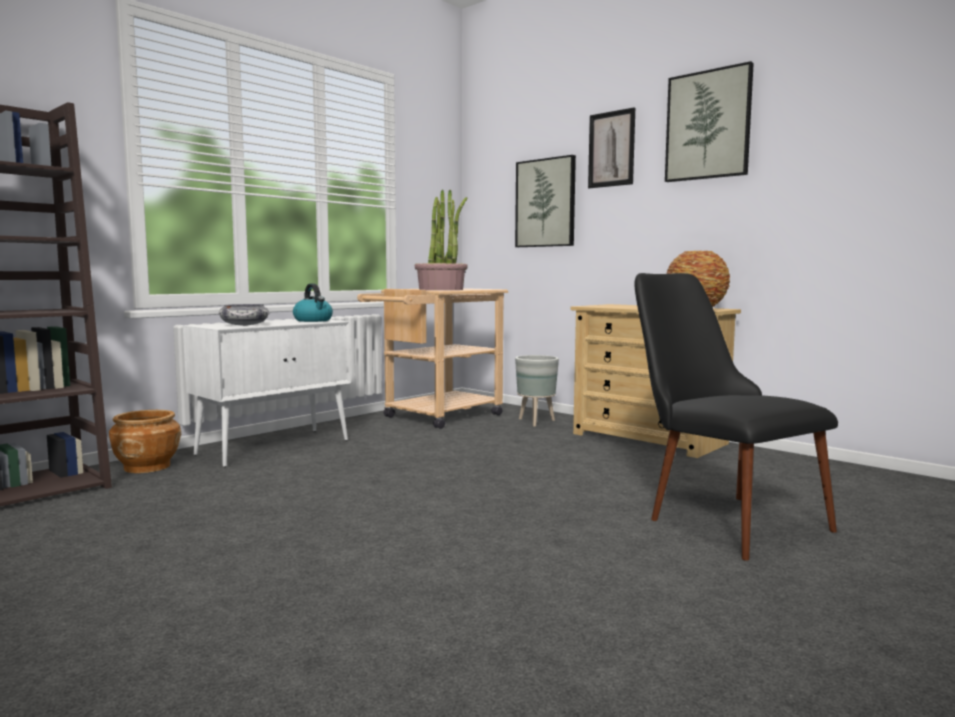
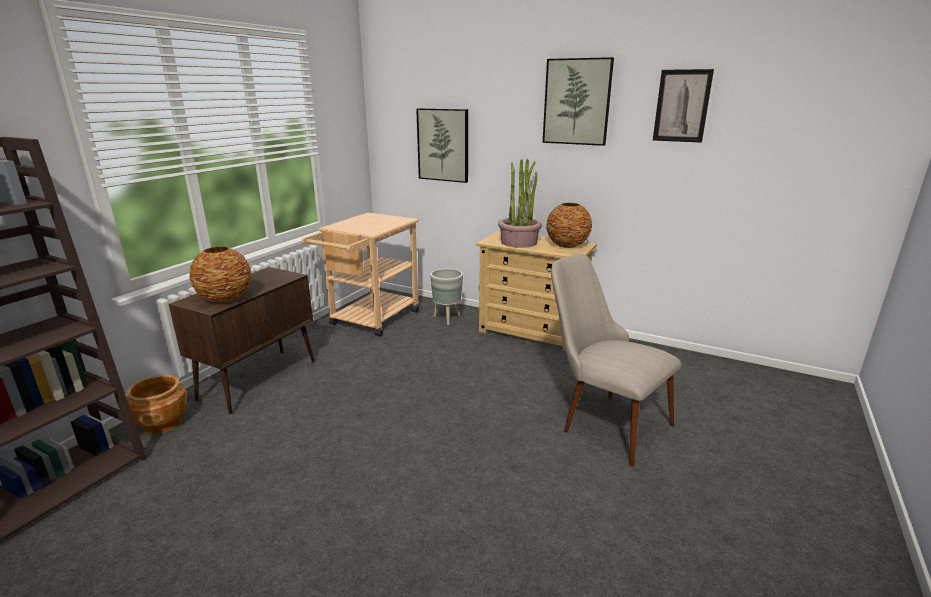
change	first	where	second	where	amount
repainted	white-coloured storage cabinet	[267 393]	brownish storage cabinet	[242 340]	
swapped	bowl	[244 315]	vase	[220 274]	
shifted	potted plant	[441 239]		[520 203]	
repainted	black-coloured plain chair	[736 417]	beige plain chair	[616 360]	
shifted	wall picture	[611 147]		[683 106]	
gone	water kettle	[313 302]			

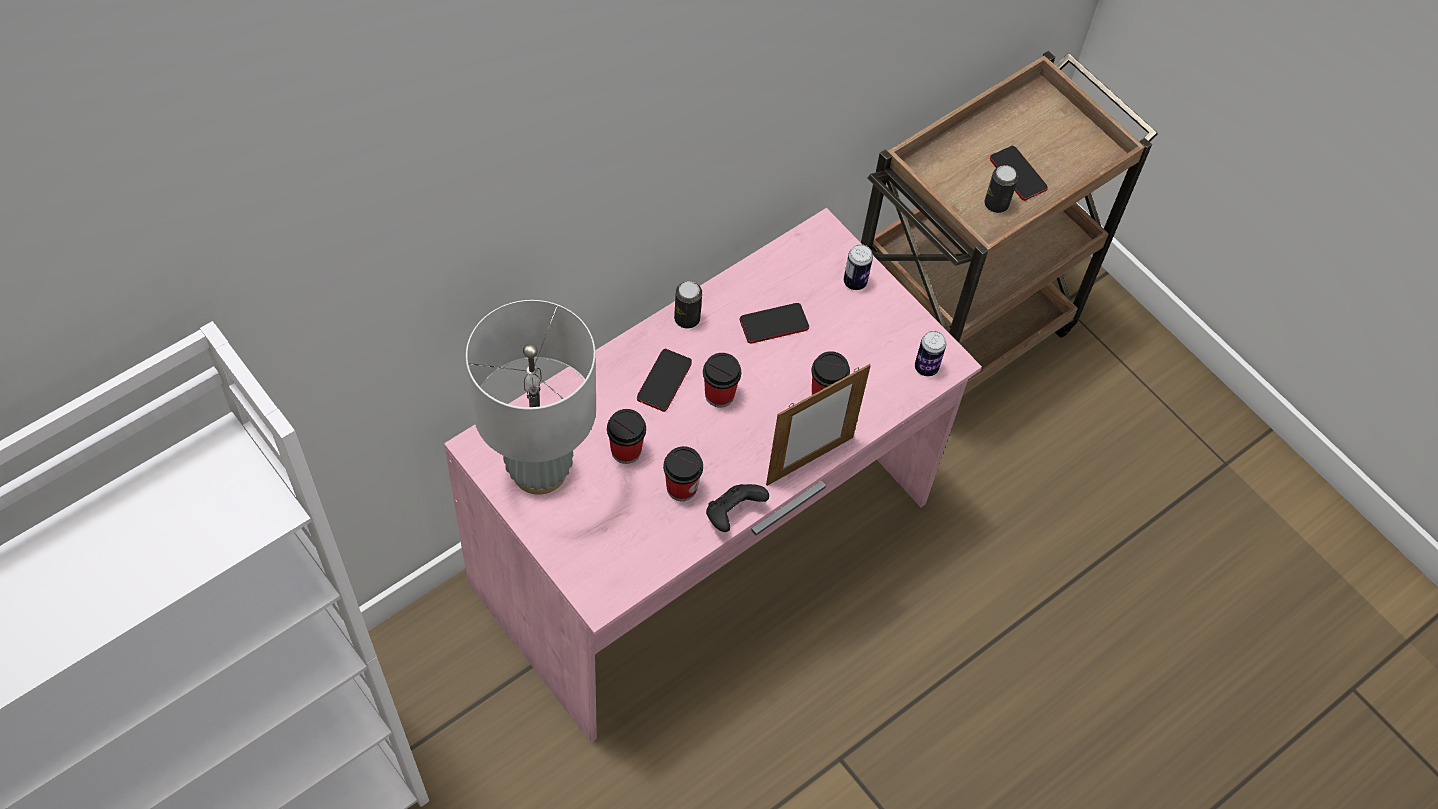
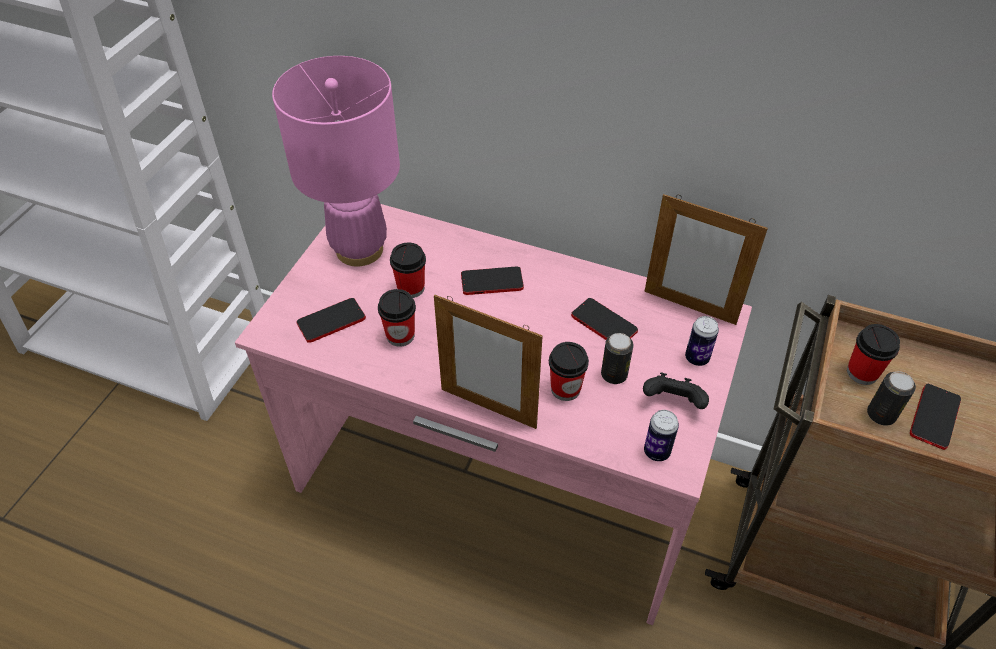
change	first	where	second	where	amount
repainted	greyish lamp for a table	[531 397]	pink lamp for a table	[336 161]	
new			telephone	[331 320]	
shifted	metal can	[688 305]		[617 358]	
shifted	black-coloured game controller	[737 508]		[676 390]	
new			photo frame	[706 259]	
shifted	drinking cup	[722 380]		[873 354]	

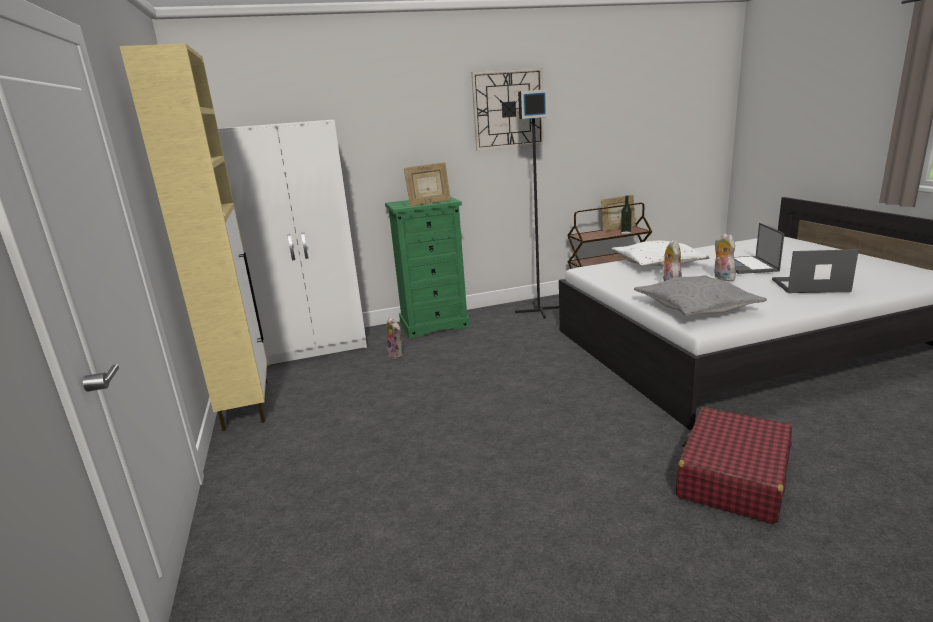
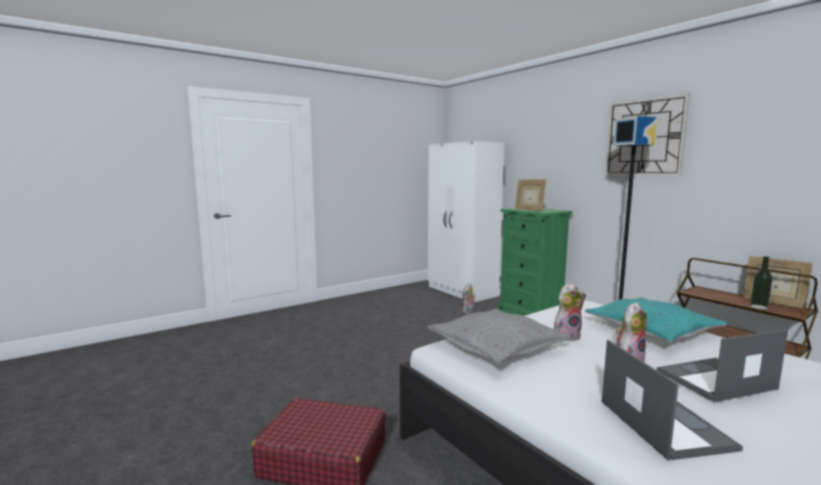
change	first	where	second	where	amount
repainted	white-coloured throw pillow	[661 253]	turquoise-coloured throw pillow	[656 320]	
gone	beige storage cabinet	[194 237]			

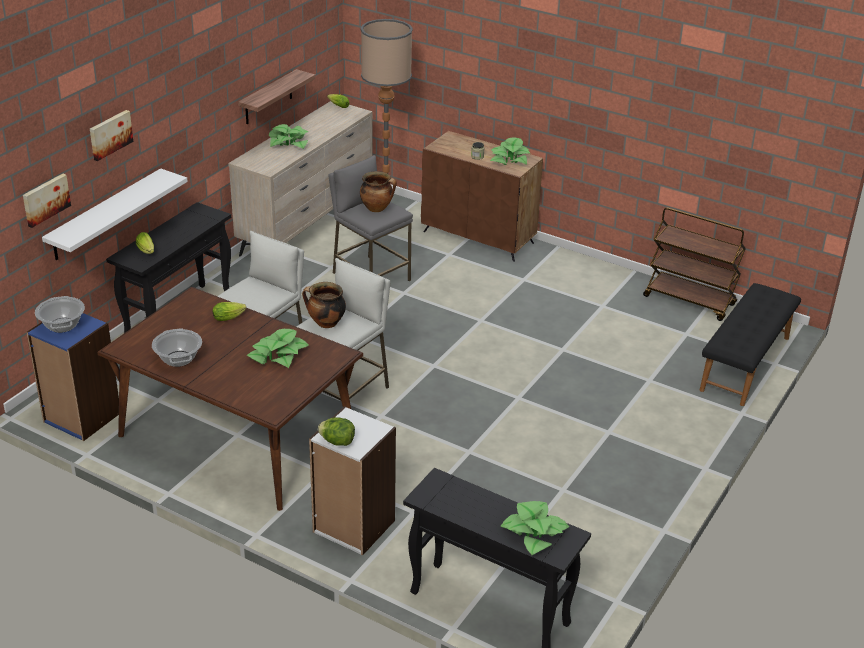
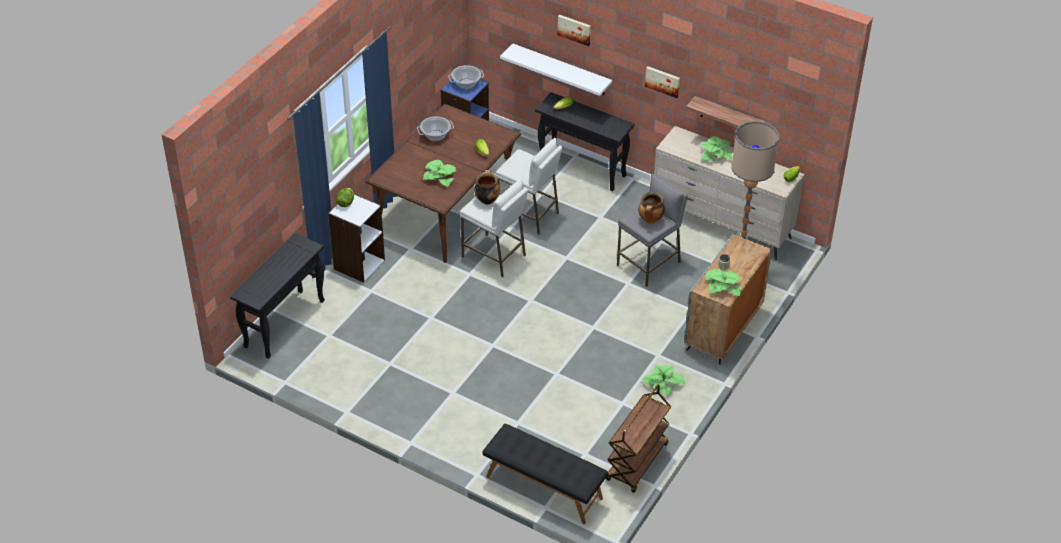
change	first	where	second	where	amount
shifted	potted plant	[534 528]		[664 381]	
shifted	wall picture	[47 201]		[662 82]	
repainted	brownish storage cabinet	[482 196]	greyish storage cabinet	[728 299]	

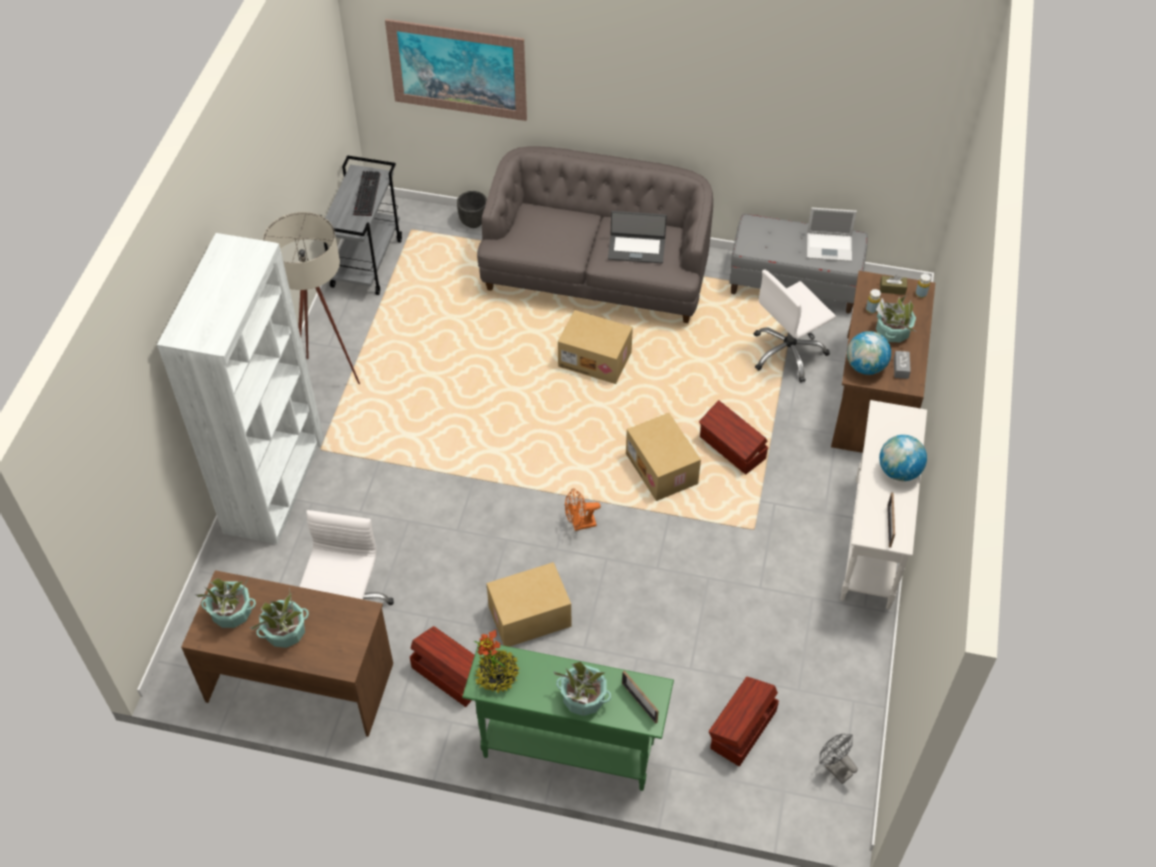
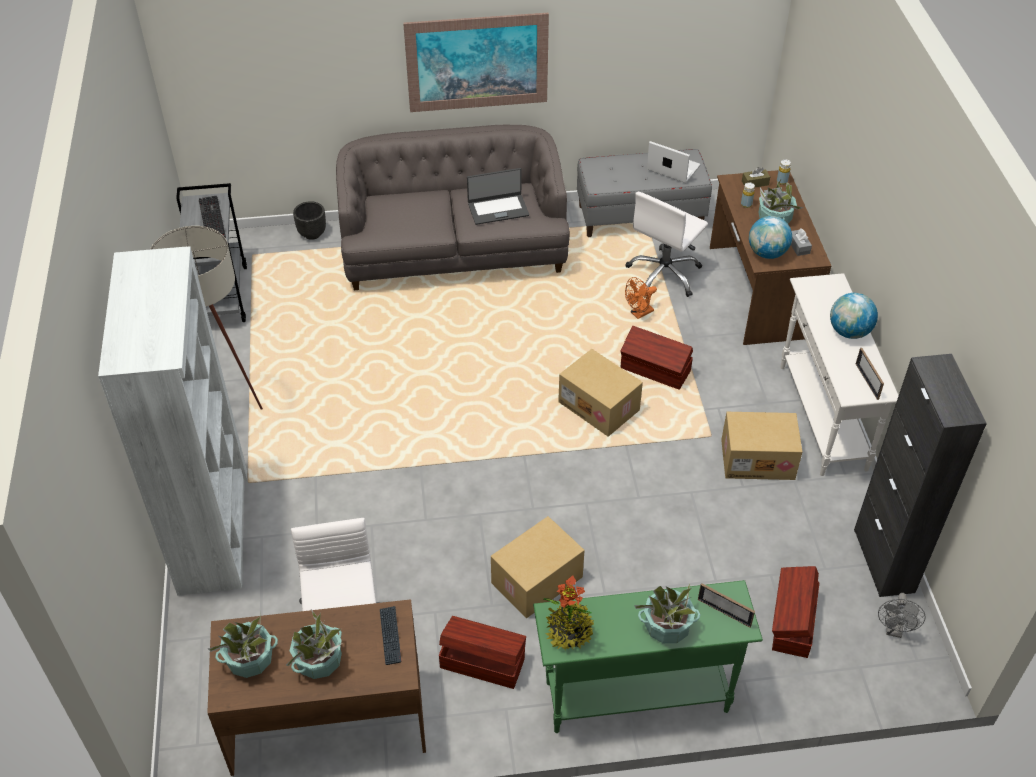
change	first	where	second	where	amount
new			keyboard	[391 635]	
shifted	wall picture	[456 70]		[476 62]	
shifted	orange electric fan	[583 510]		[641 298]	
rotated	laptop	[832 235]		[674 162]	135 degrees counterclockwise
shifted	packing box	[595 347]		[761 446]	
new			black-coloured storage cabinet	[920 475]	
rotated	greyish electric fan	[838 758]		[902 615]	105 degrees counterclockwise

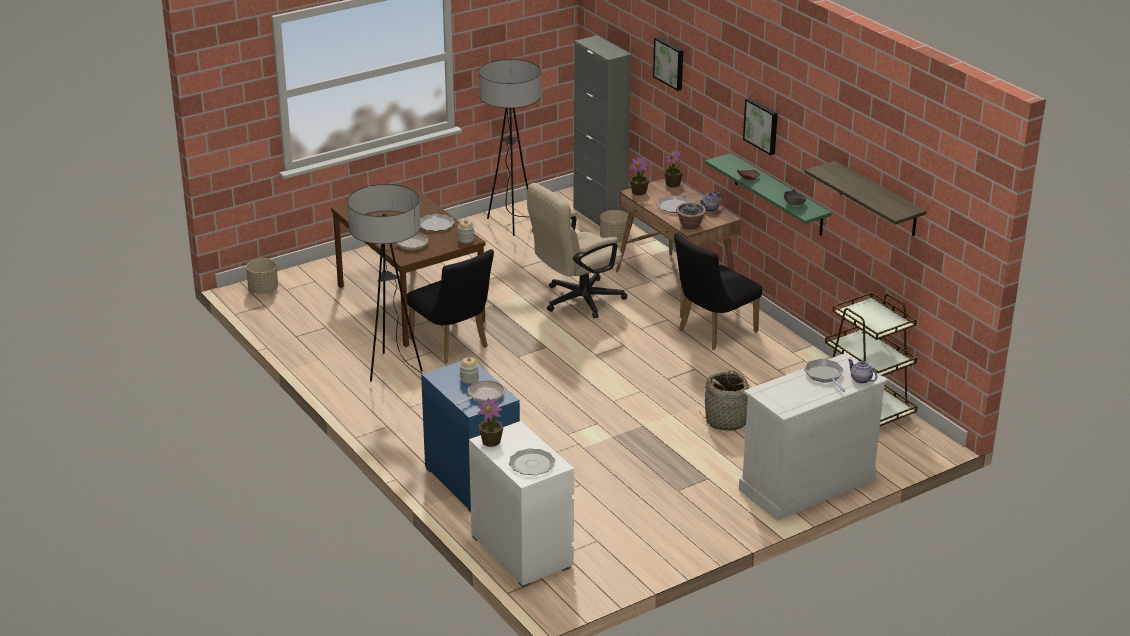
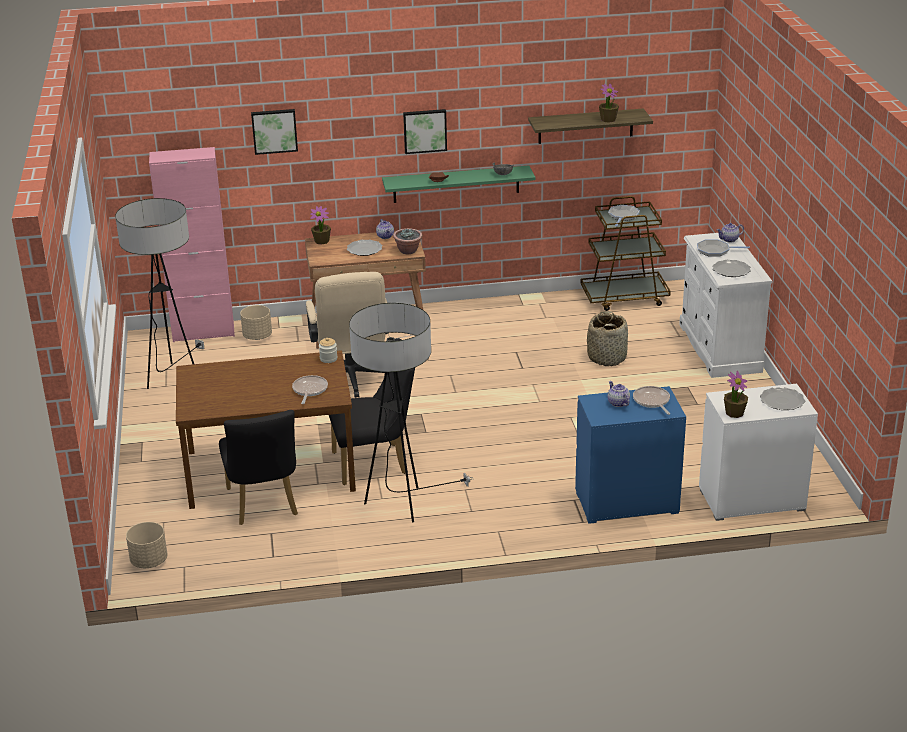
change	first	where	second	where	amount
repainted	greyish storage cabinet	[602 130]	pink storage cabinet	[192 244]	
shifted	black-coloured plain chair	[718 291]		[258 467]	
shifted	potted plant	[639 176]		[609 103]	
new			skillet	[624 215]	
swapped	storage jar	[469 370]	teapot	[619 394]	
shifted	flat dish	[437 222]		[732 268]	

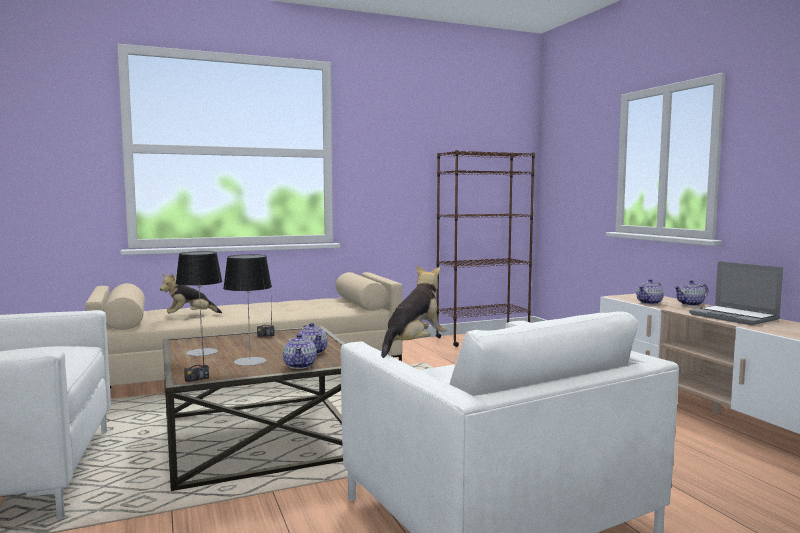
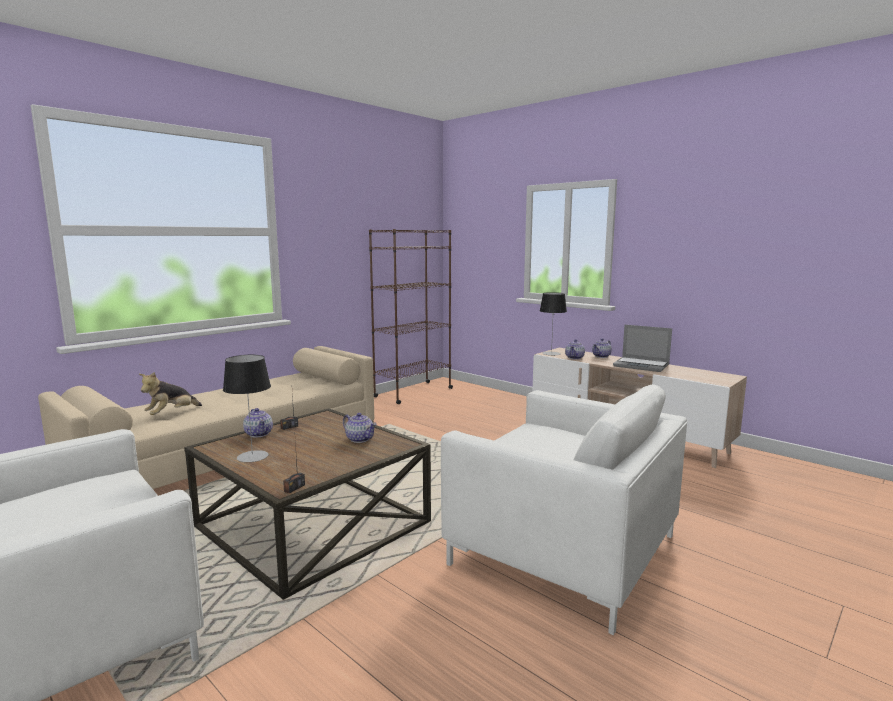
change	first	where	second	where	amount
shifted	teapot	[300 351]		[258 423]	
shifted	lamp for a table	[247 310]		[553 324]	
gone	soft toy	[414 311]			

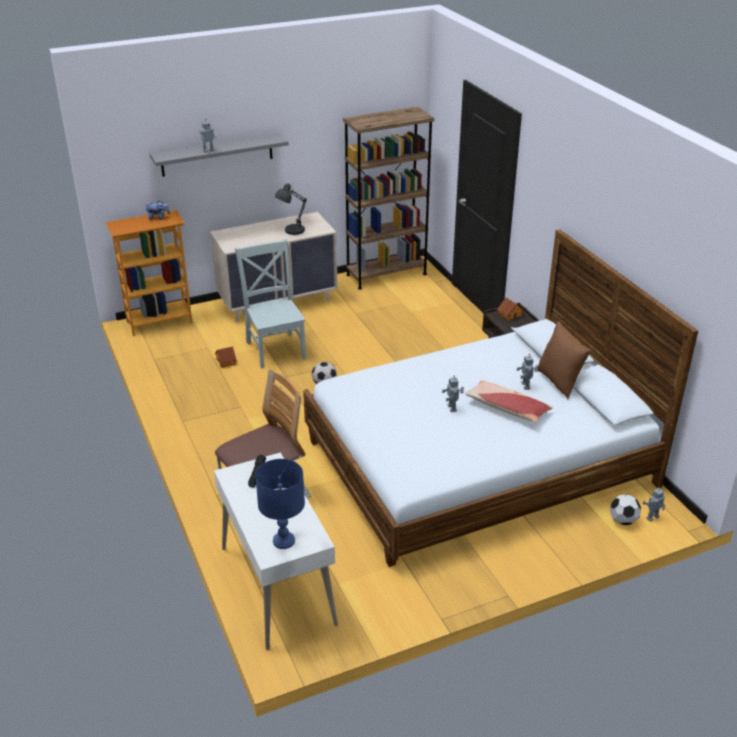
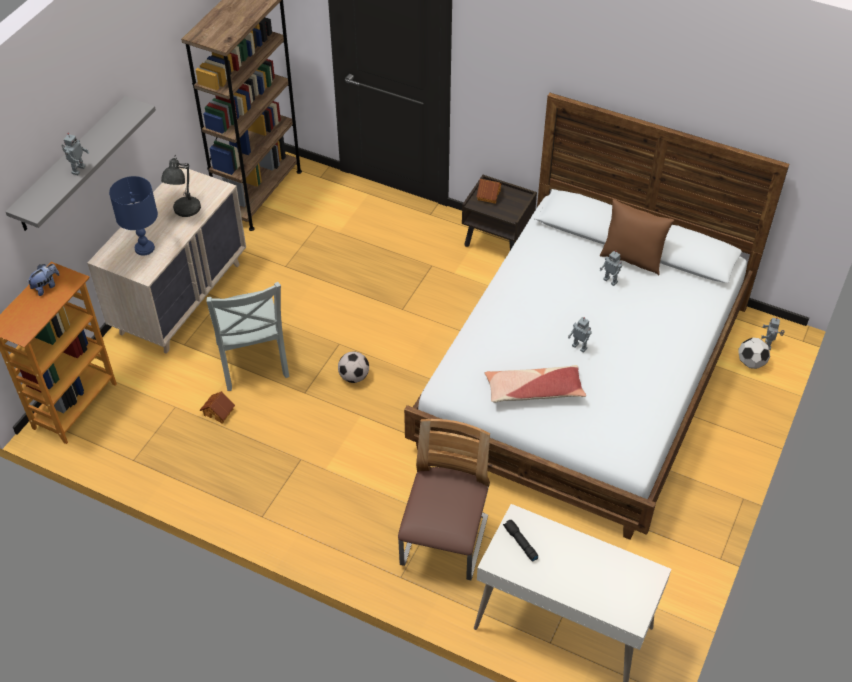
change	first	where	second	where	amount
shifted	bluish lamp for a table	[280 504]		[133 216]	
rotated	greyish plain chair	[270 303]		[248 336]	135 degrees counterclockwise
shifted	throw pillow	[509 401]		[535 384]	

